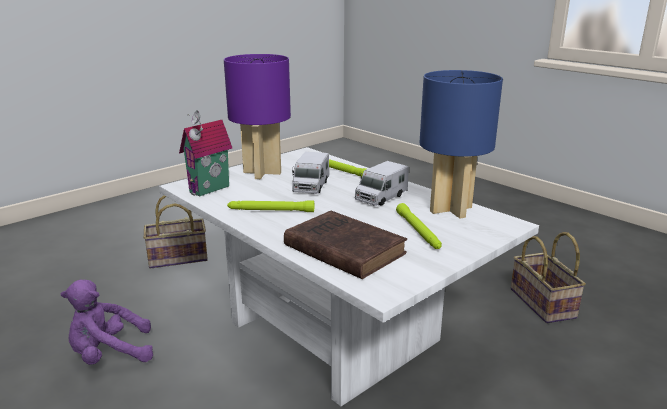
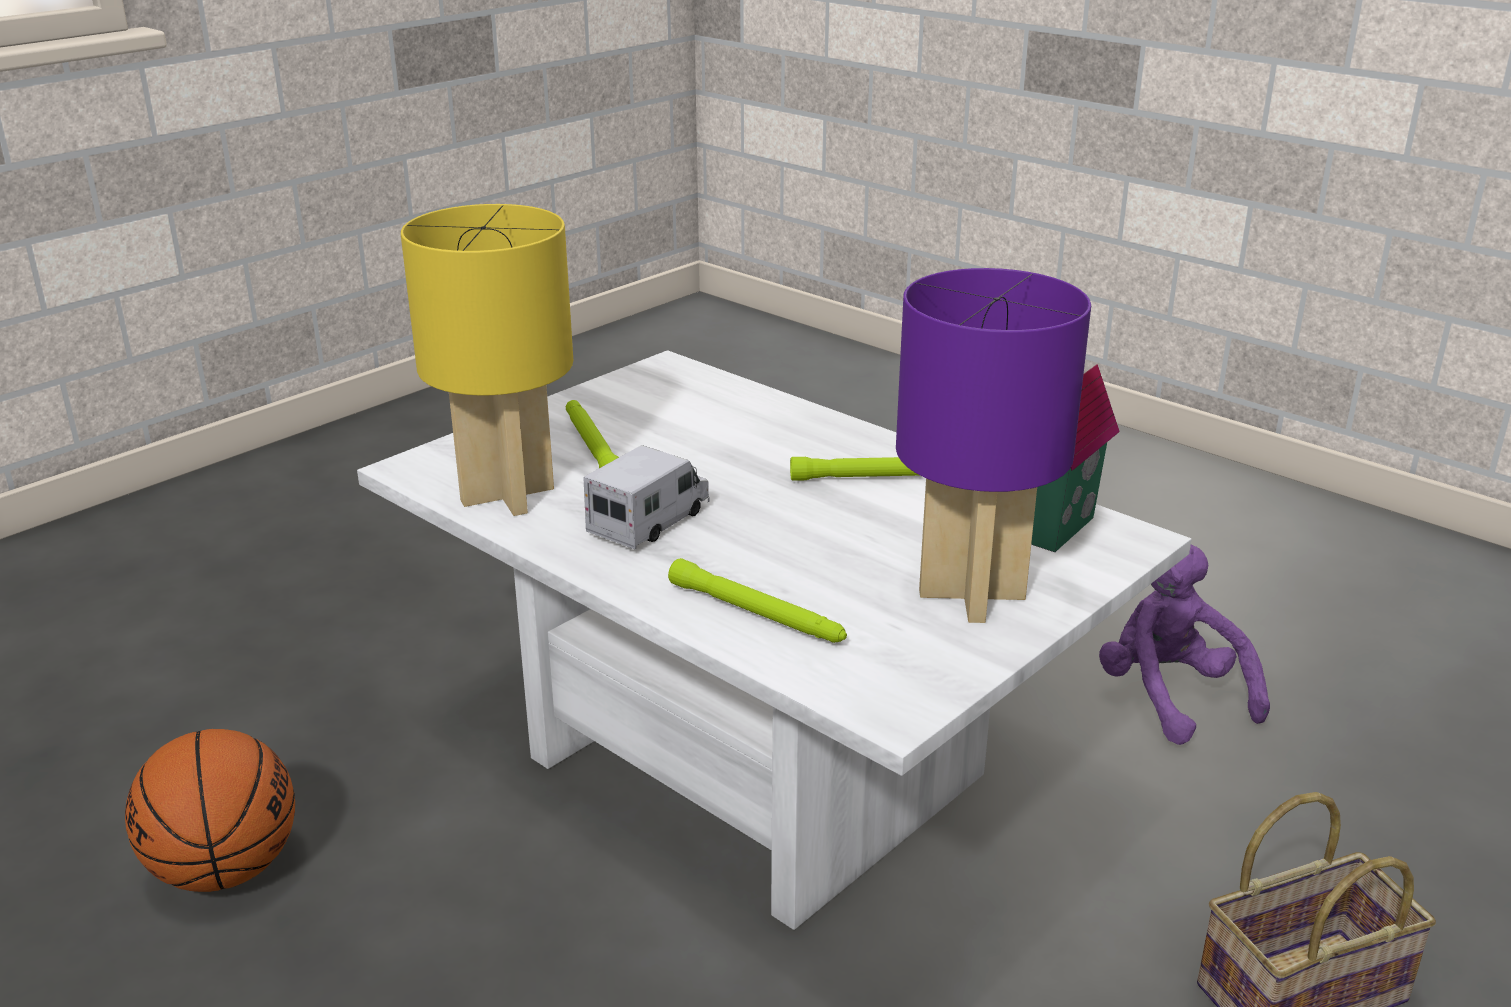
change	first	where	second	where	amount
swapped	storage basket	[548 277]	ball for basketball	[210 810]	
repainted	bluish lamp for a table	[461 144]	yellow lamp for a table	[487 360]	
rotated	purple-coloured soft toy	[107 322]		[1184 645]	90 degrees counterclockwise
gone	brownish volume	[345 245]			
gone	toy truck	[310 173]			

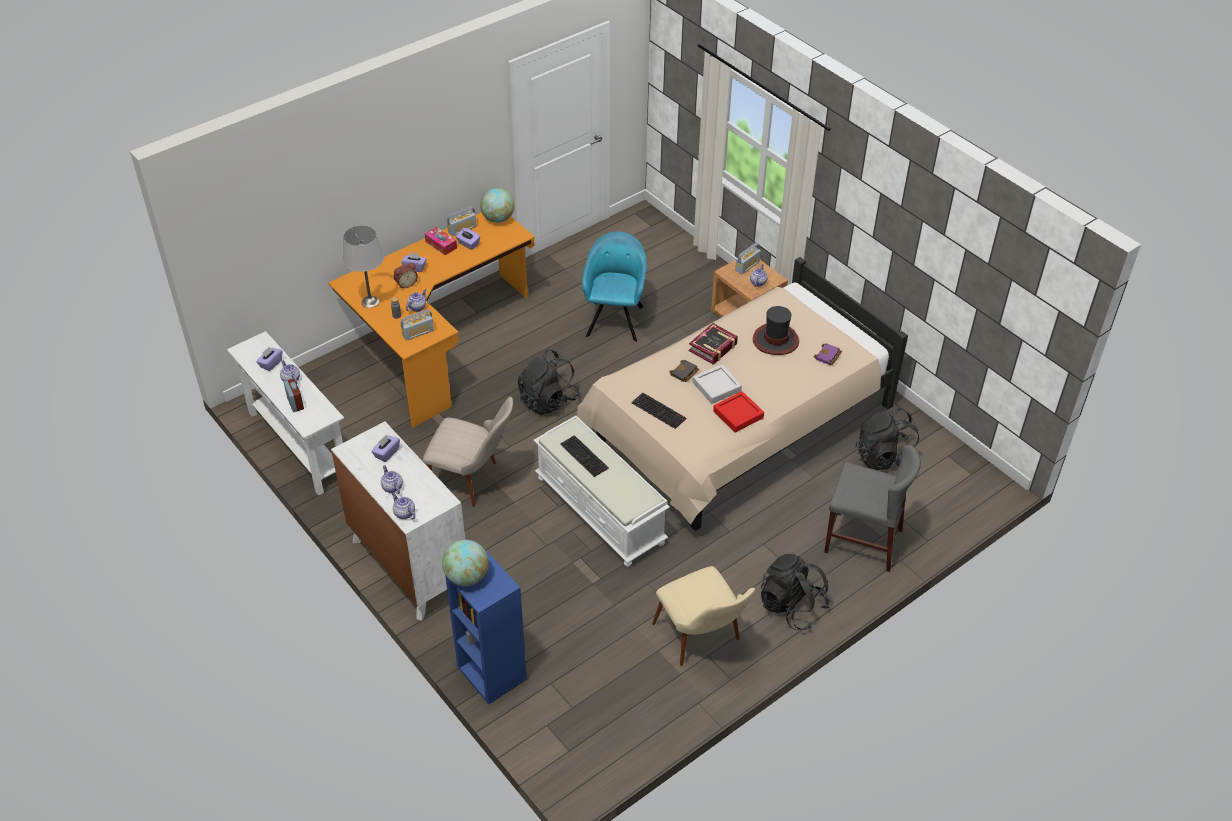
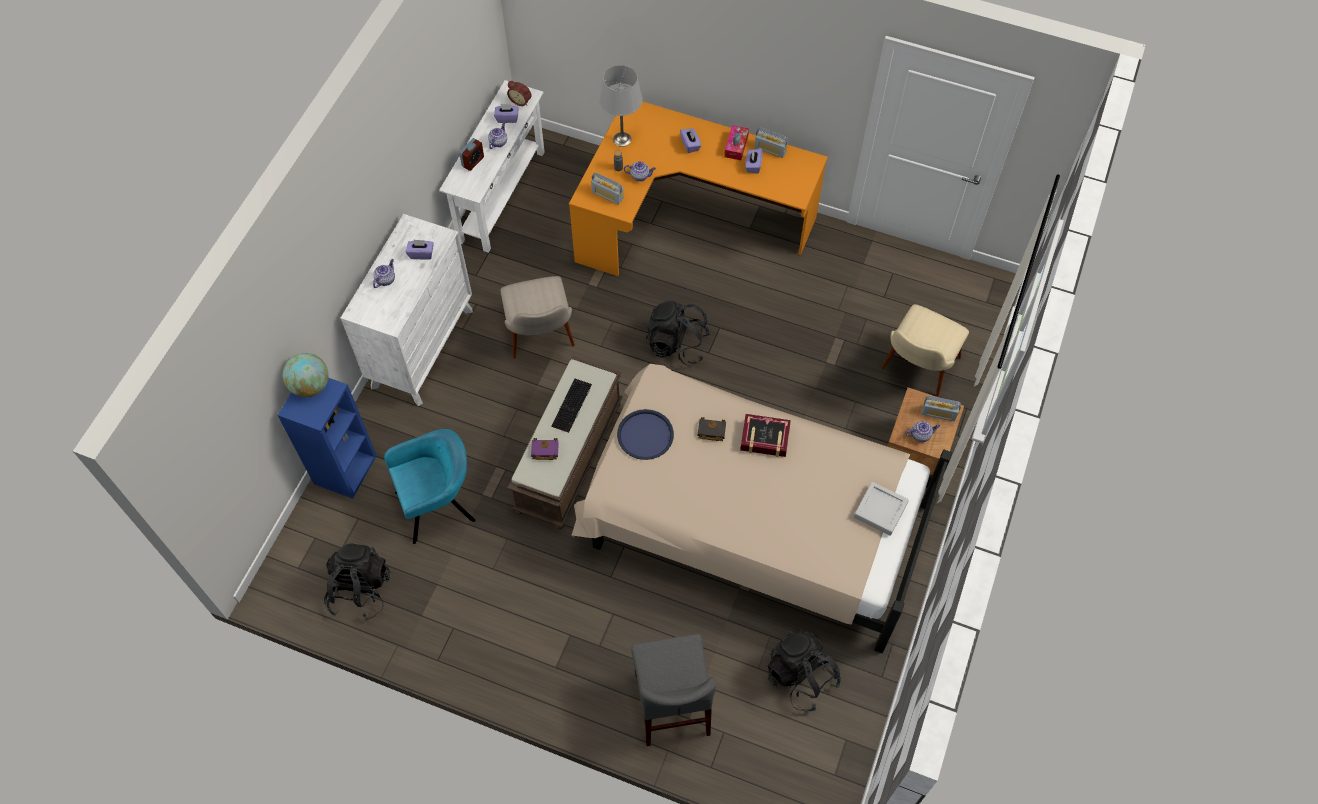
change	first	where	second	where	amount
shifted	black-coloured rucksack	[795 592]		[357 582]	
shifted	turquoise-coloured armchair	[614 286]		[430 486]	
shifted	bedside clock	[406 276]		[519 93]	
repainted	white-coloured indoor bench	[601 491]	brownish indoor bench	[565 442]	
shifted	purple-coloured volume	[828 354]		[545 449]	
swapped	keyboard	[658 411]	bluish tray	[645 434]	
shifted	greyish tray	[717 384]		[881 509]	
shifted	beige plain chair	[704 616]		[925 350]	
gone	teapot	[403 506]			
gone	globe	[497 205]			
gone	reddish tray	[738 412]			
gone	hat	[776 330]			

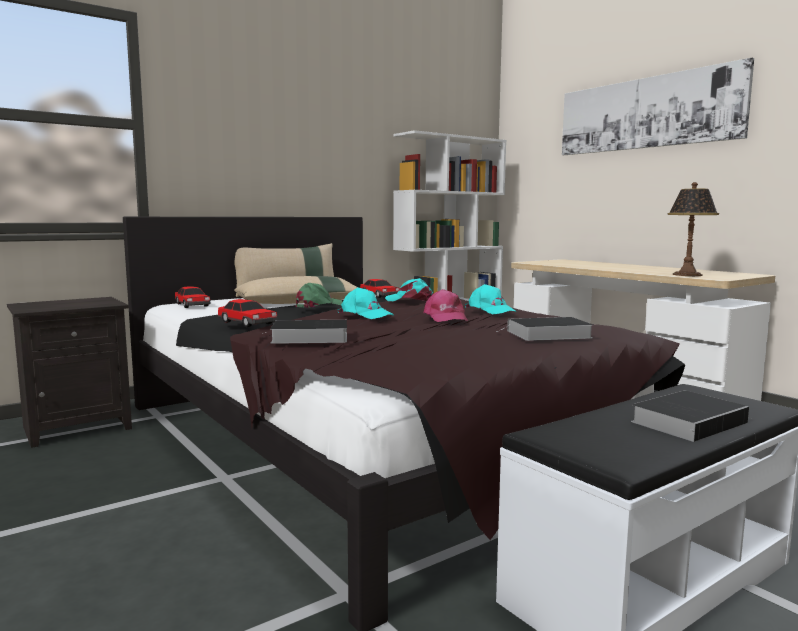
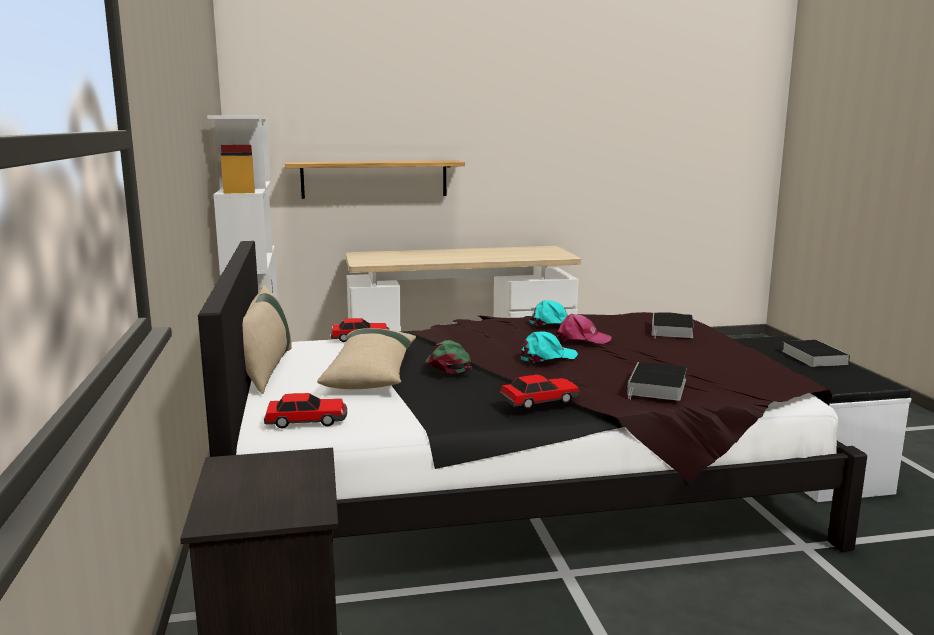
change	first	where	second	where	amount
new			bracket shelf	[375 179]	
gone	turquoise-coloured cap	[409 289]			
gone	wall picture	[658 106]			
gone	lamp for a table	[693 229]			

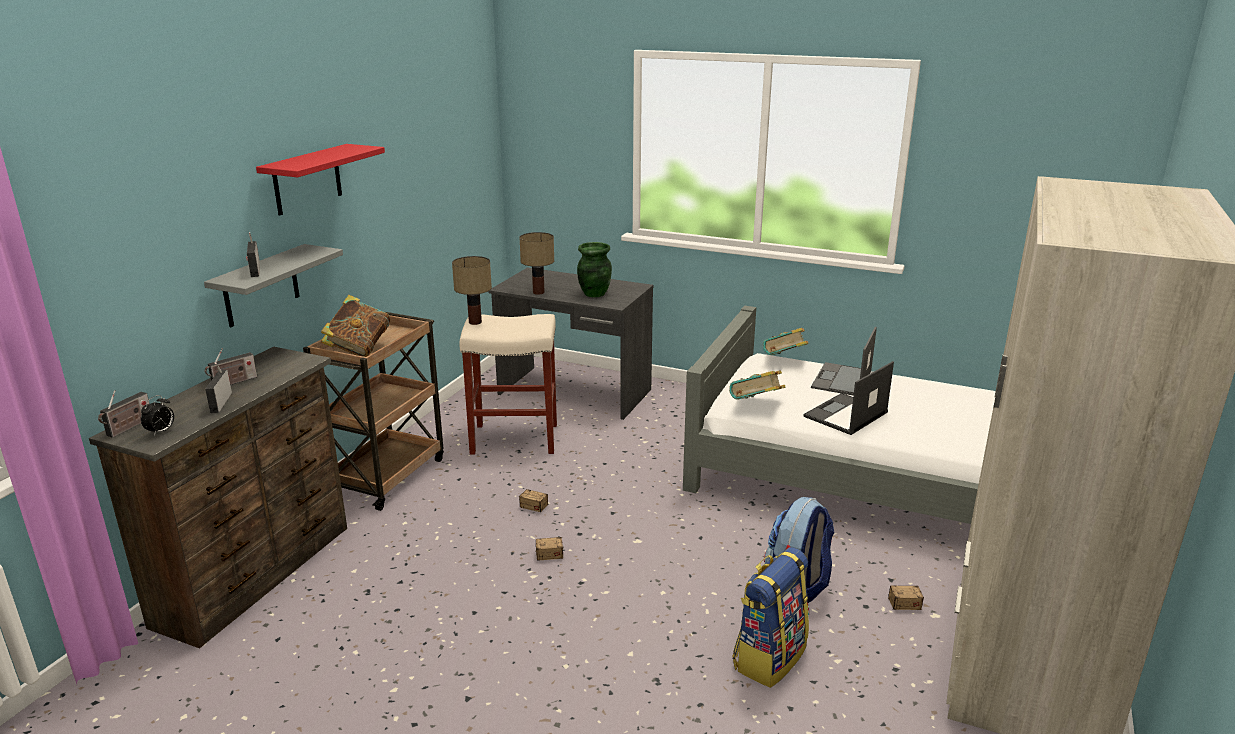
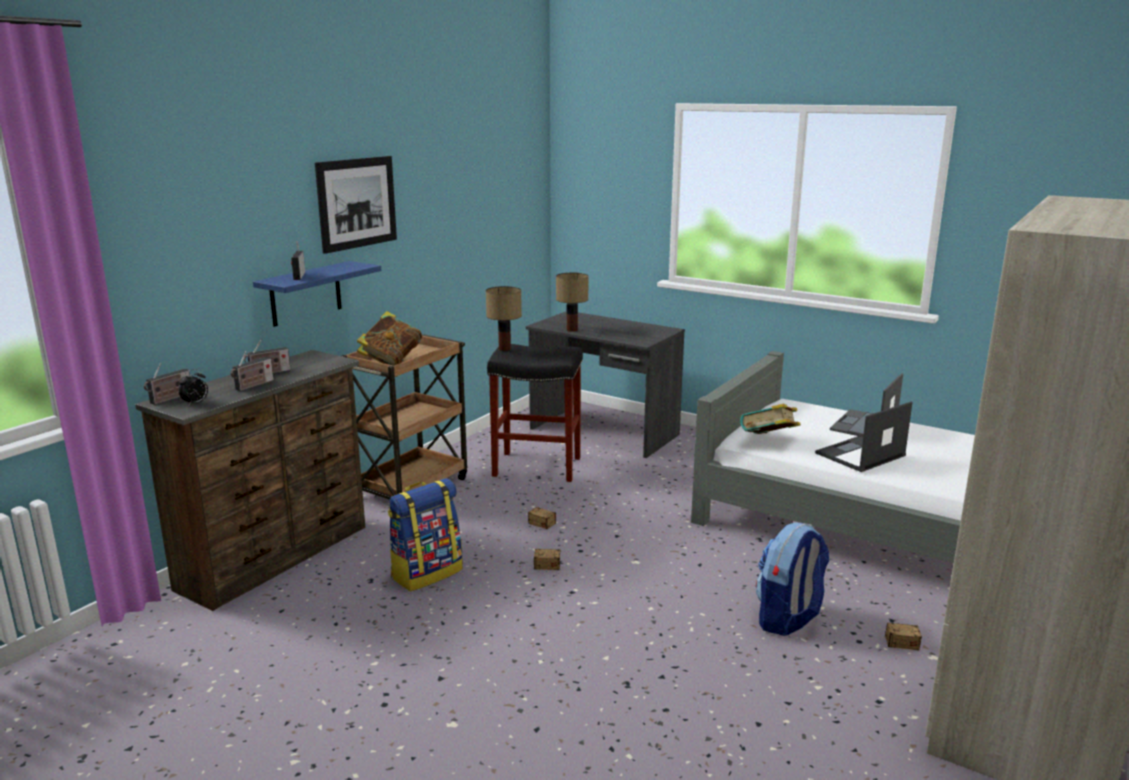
change	first	where	second	where	amount
rotated	radio	[218 388]		[252 371]	150 degrees counterclockwise
repainted	greyish bracket shelf	[273 285]	bluish bracket shelf	[317 294]	
swapped	reddish bracket shelf	[320 179]	wall picture	[356 205]	
shifted	rucksack	[771 617]		[425 534]	
repainted	beige sitting stool	[508 384]	black-coloured sitting stool	[535 413]	
gone	green vase	[594 269]			
gone	volume	[786 341]			

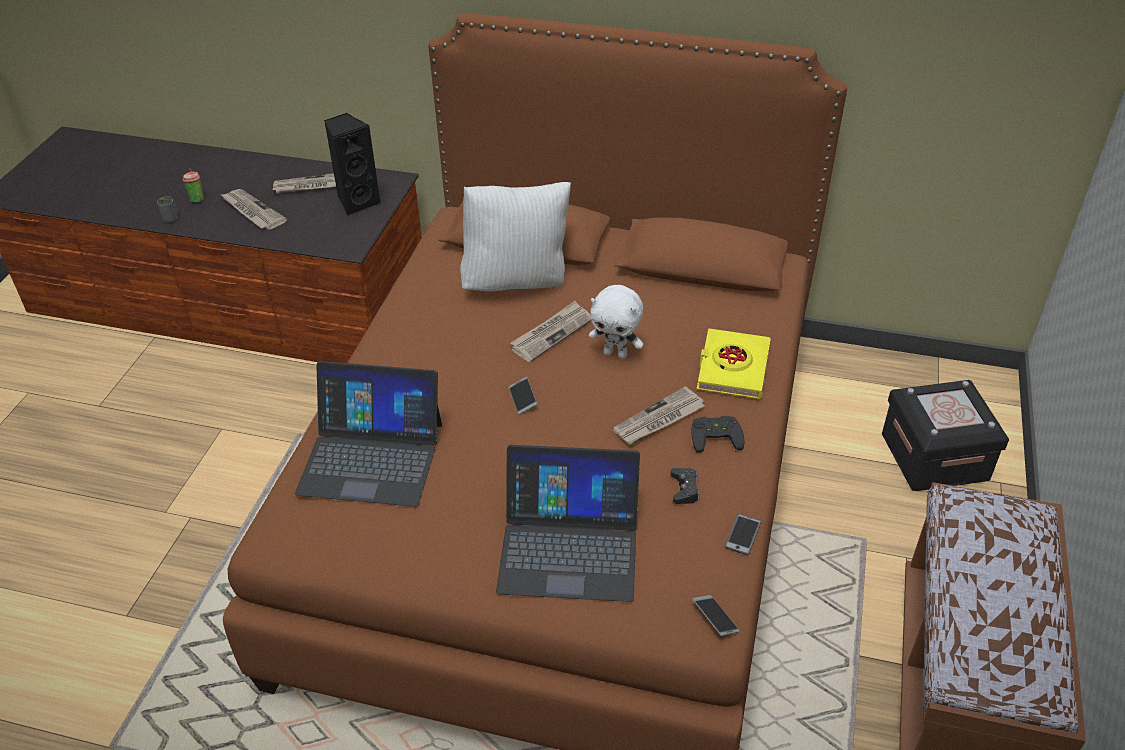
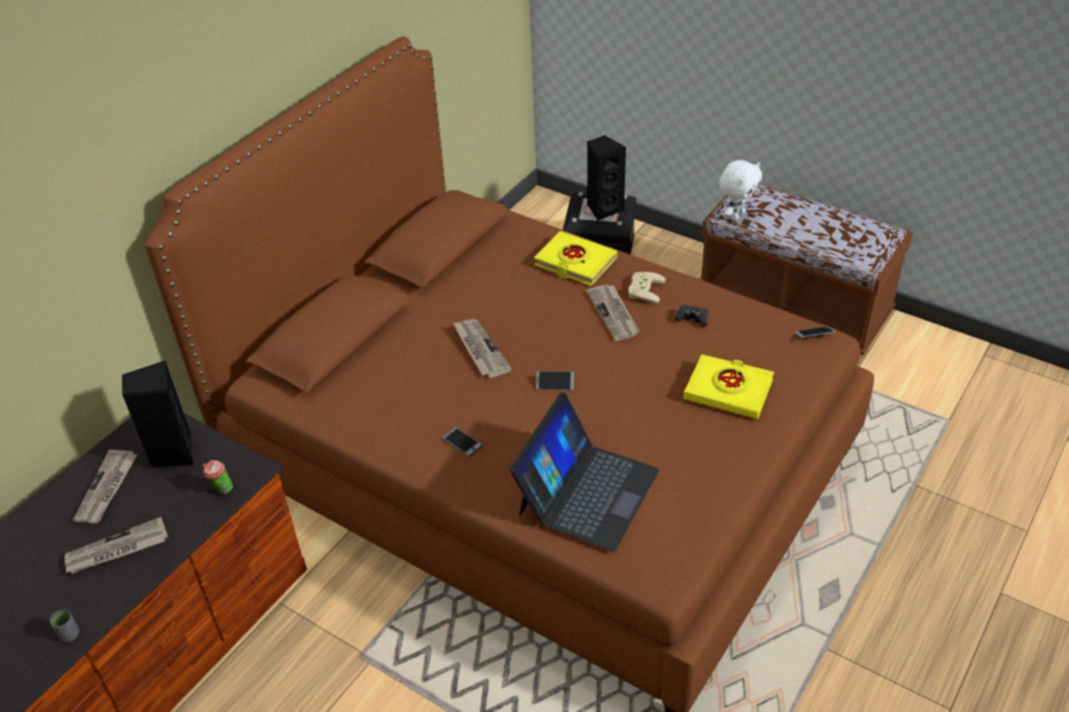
change	first	where	second	where	amount
shifted	drinking cup	[193 185]		[217 477]	
shifted	telephone	[742 534]		[462 442]	
new			black-coloured loudspeaker	[606 178]	
repainted	black-coloured game controller	[718 434]	beige game controller	[646 288]	
swapped	laptop	[568 523]	yellow volume	[729 386]	
shifted	white-coloured soft toy	[616 322]		[740 190]	
gone	white-coloured throw pillow	[515 236]			

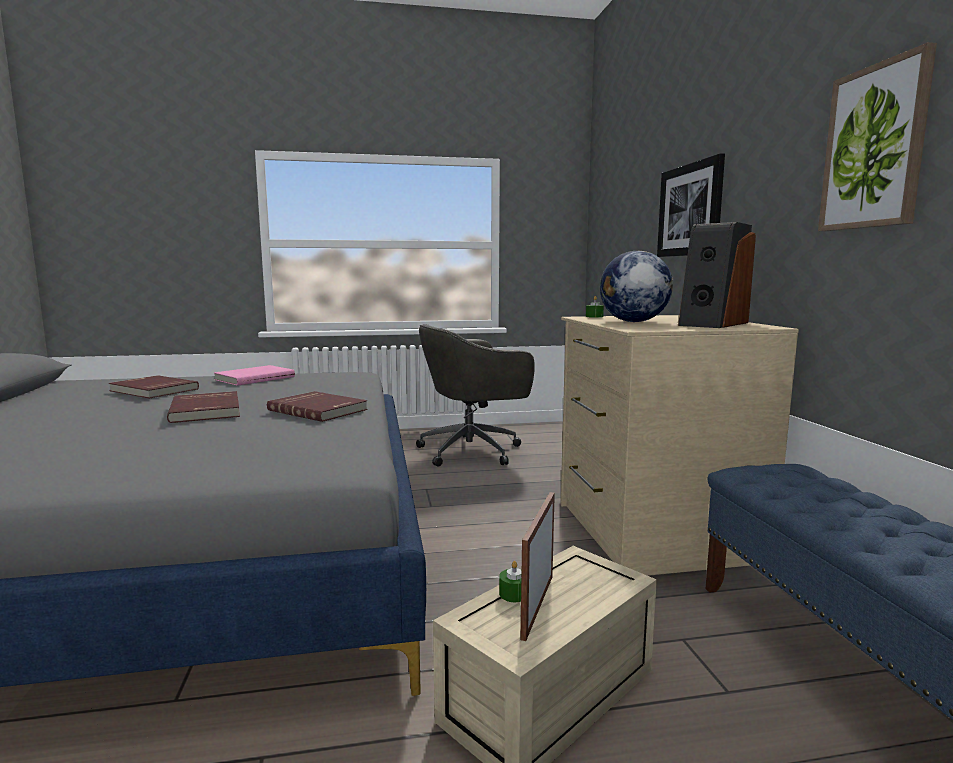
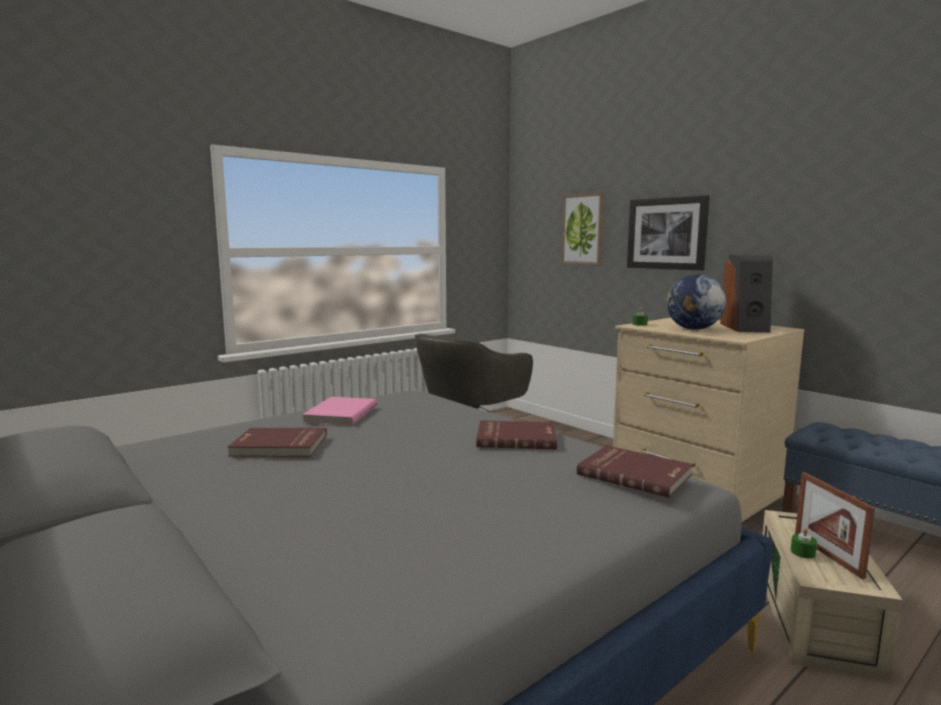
change	first	where	second	where	amount
shifted	wall picture	[877 136]		[582 228]	
shifted	reddish volume	[203 407]		[635 471]	

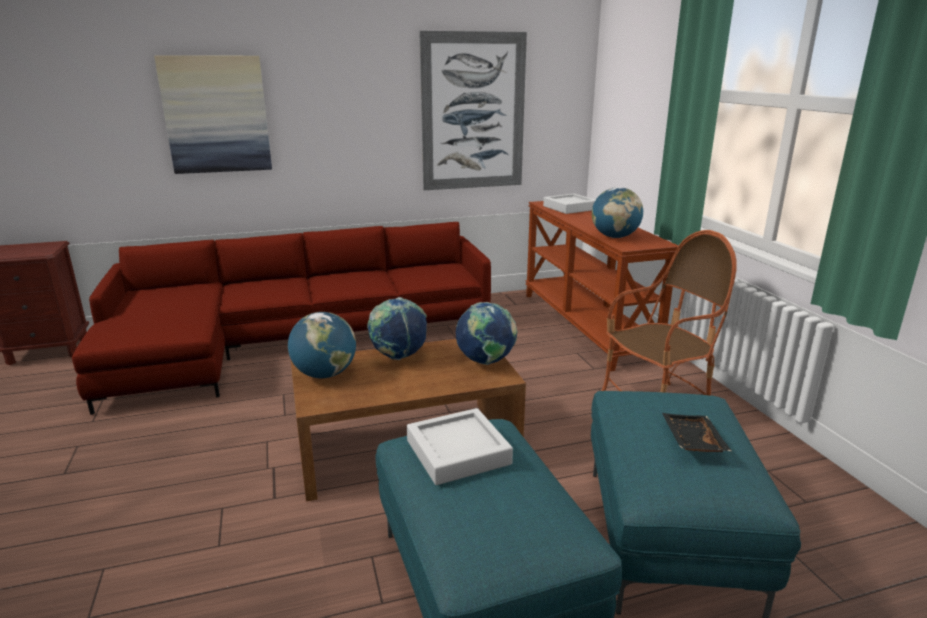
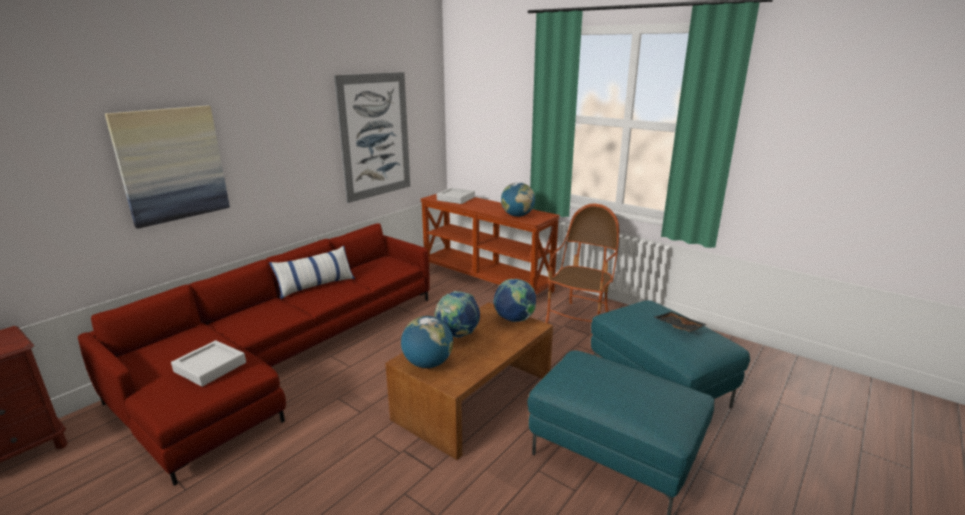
change	first	where	second	where	amount
shifted	greyish tray	[460 446]		[208 363]	
new			throw pillow	[312 272]	

